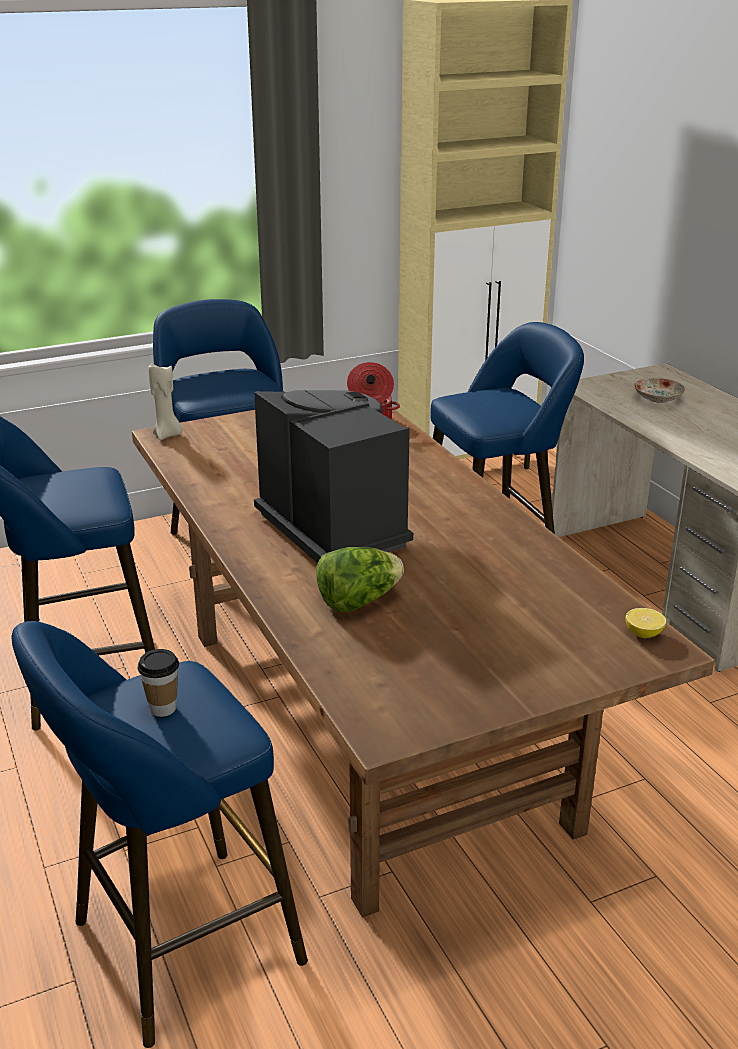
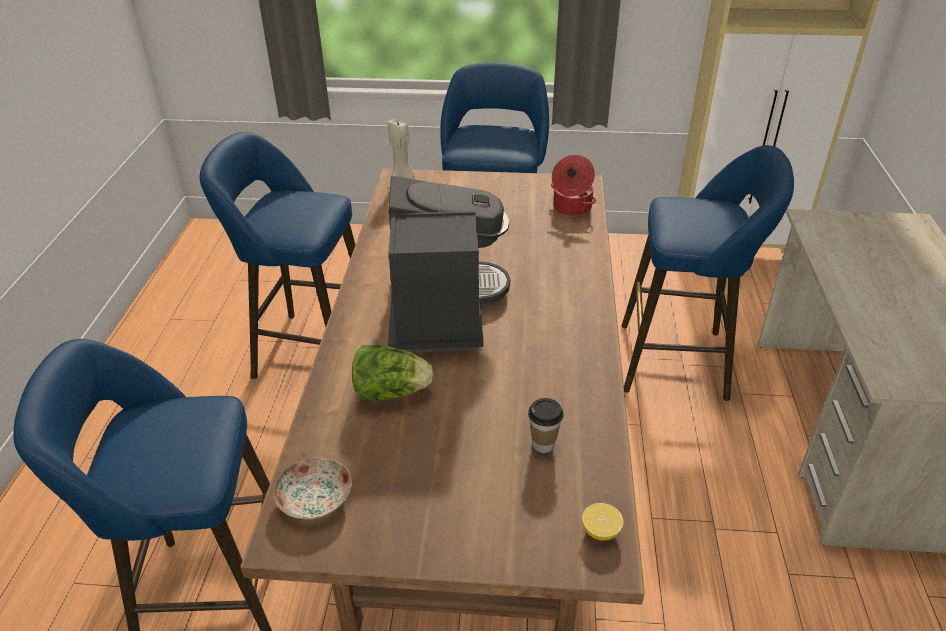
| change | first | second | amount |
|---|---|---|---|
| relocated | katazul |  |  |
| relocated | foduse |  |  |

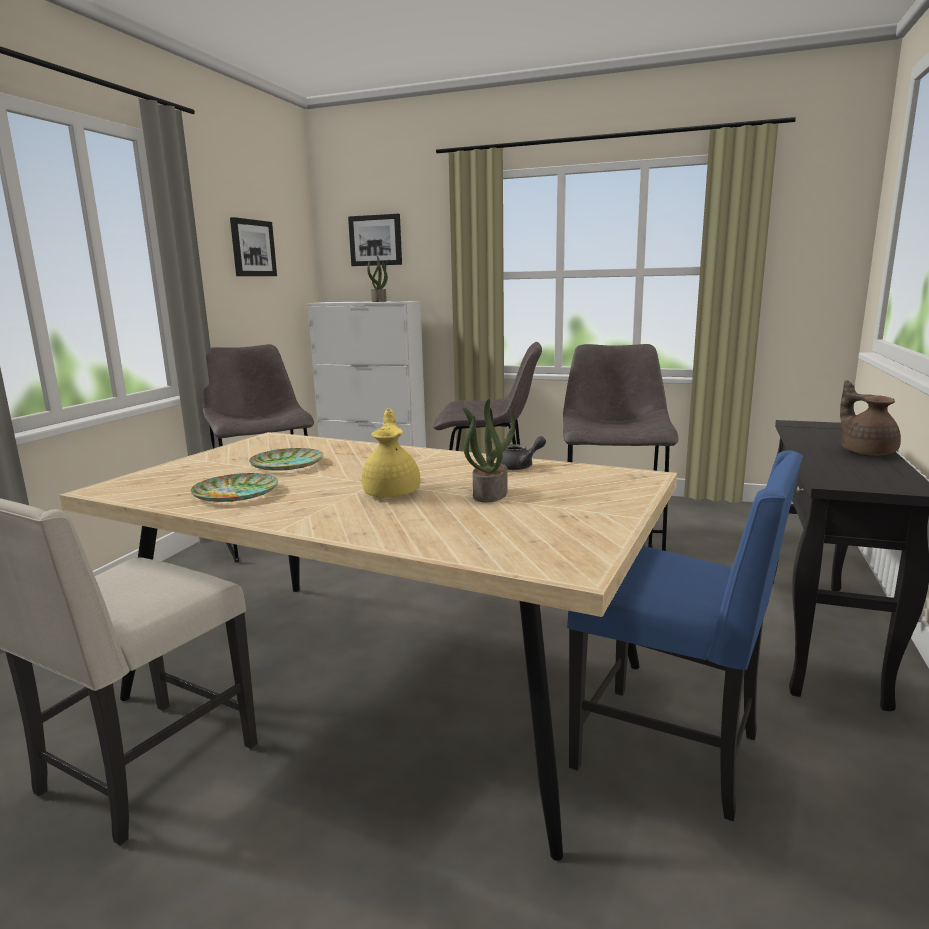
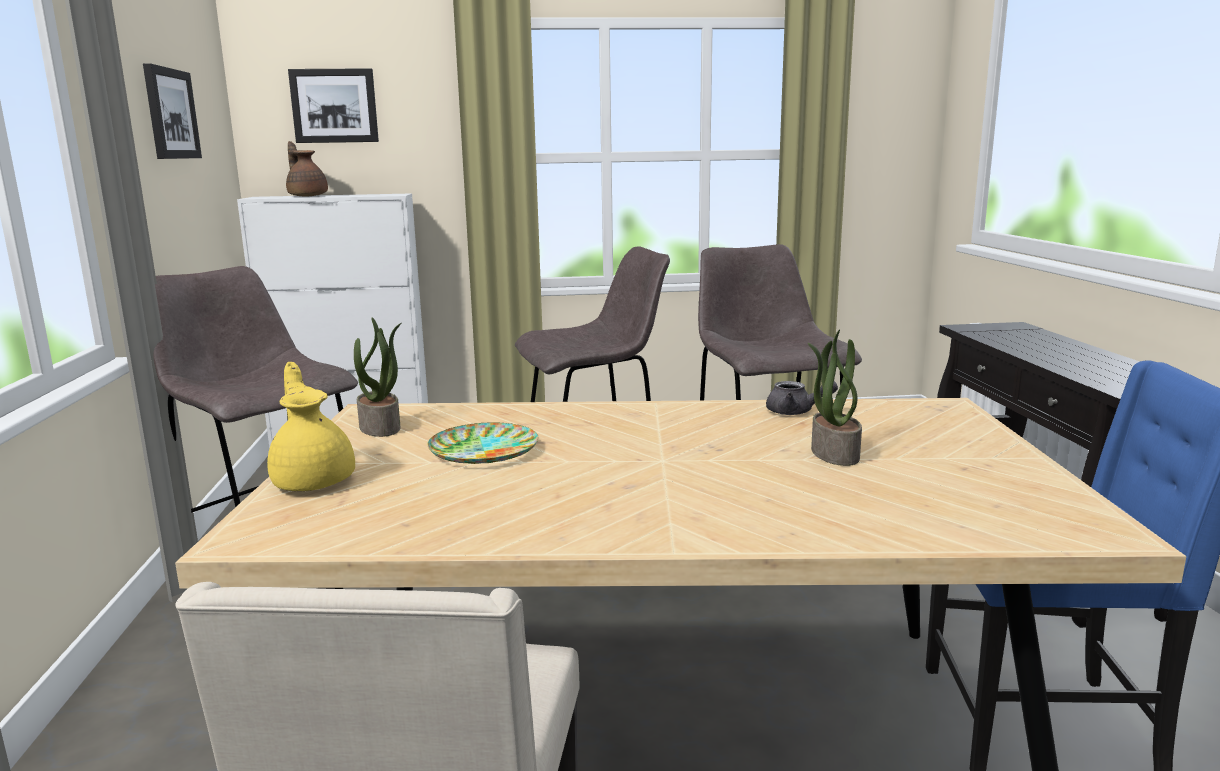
| change | first | second | amount |
|---|---|---|---|
| relocated | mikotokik (no. 1 from left) |  |  |
| relocated | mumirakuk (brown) |  |  |
| relocated | mumirakuk (yellow) |  |  |
| spun | mumirakuk (grey) |  | 75 degrees clockwise |
| missing | katazul (no. 1 from left) |  |  |

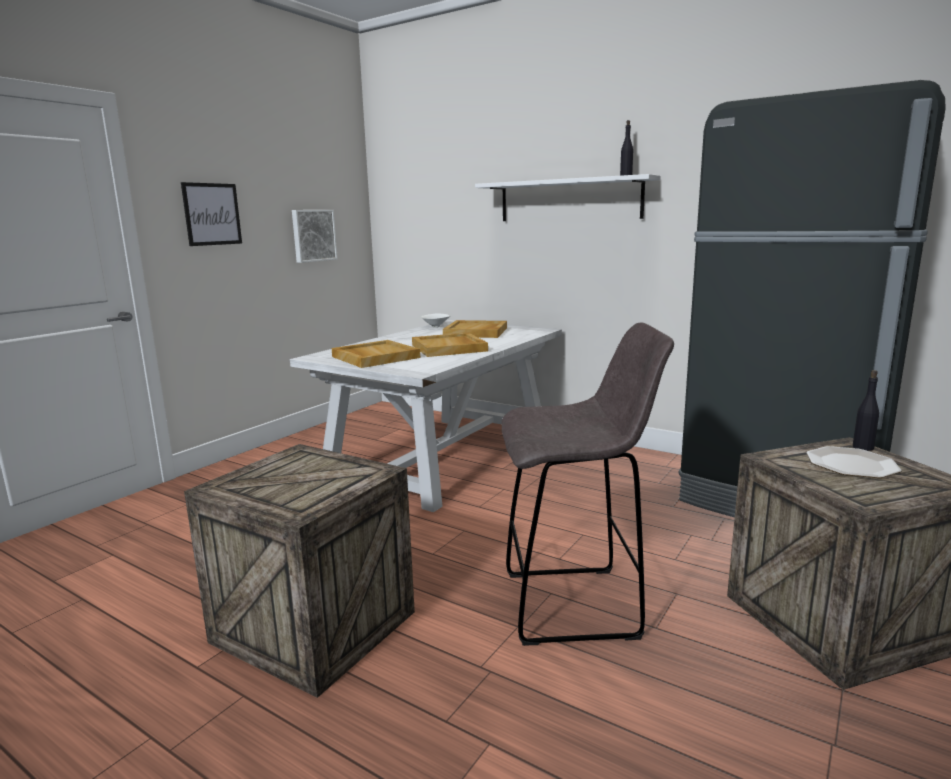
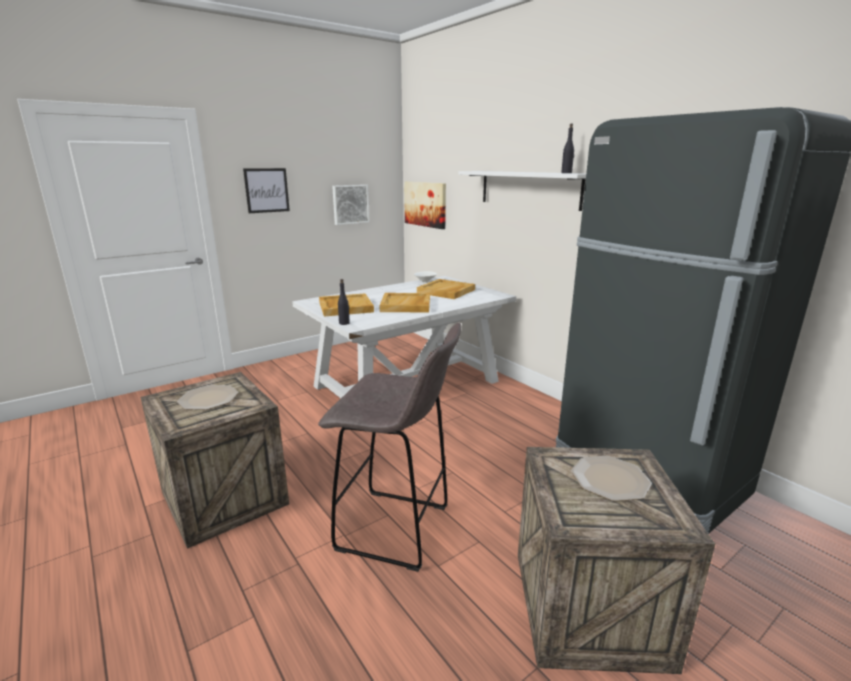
| change | first | second | amount |
|---|---|---|---|
| relocated | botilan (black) (no. 2 from left in the first image) | botilan (black) (no. 1 from left) |  |
| appeared |  | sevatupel (no. 3 from left) |  |
| appeared |  | katazul (no. 1 from left) |  |

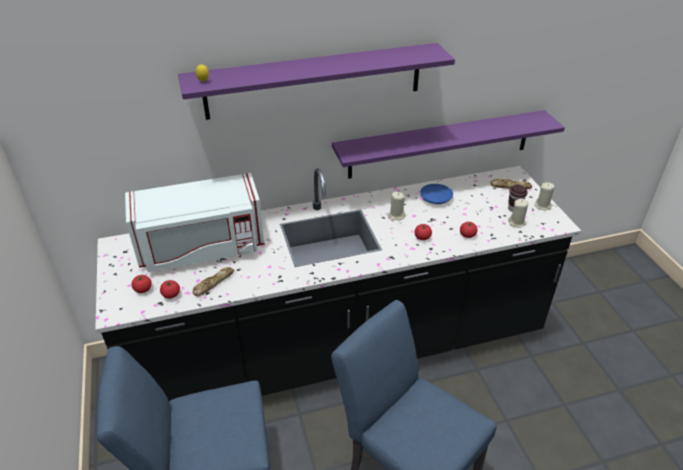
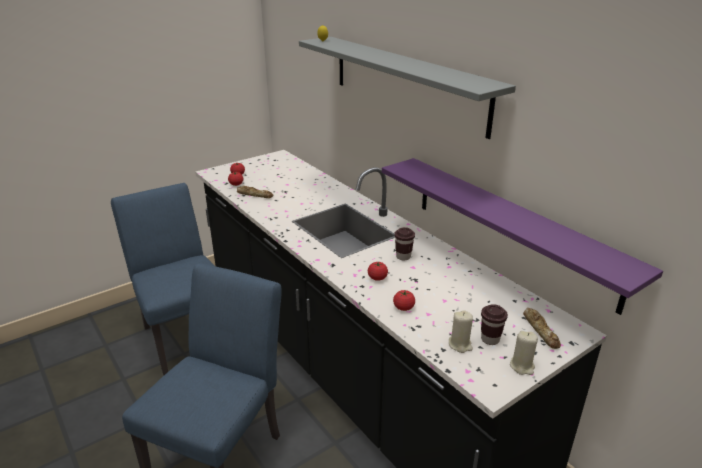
| change | first | second | amount |
|---|---|---|---|
| colour | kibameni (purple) (no. 1 from left) | kibameni (grey) |  |
| missing | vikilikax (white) |  |  |
| missing | katazul (blue) |  |  |
| exchanged | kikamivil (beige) (no. 1 from left) | foduse (brown) (no. 1 from left) |  |

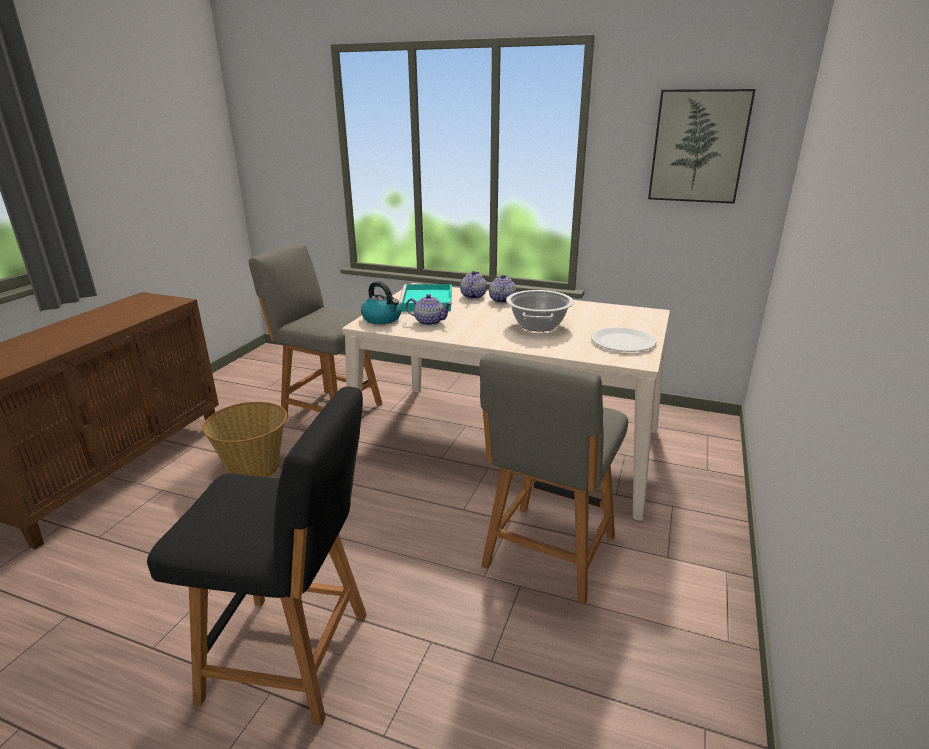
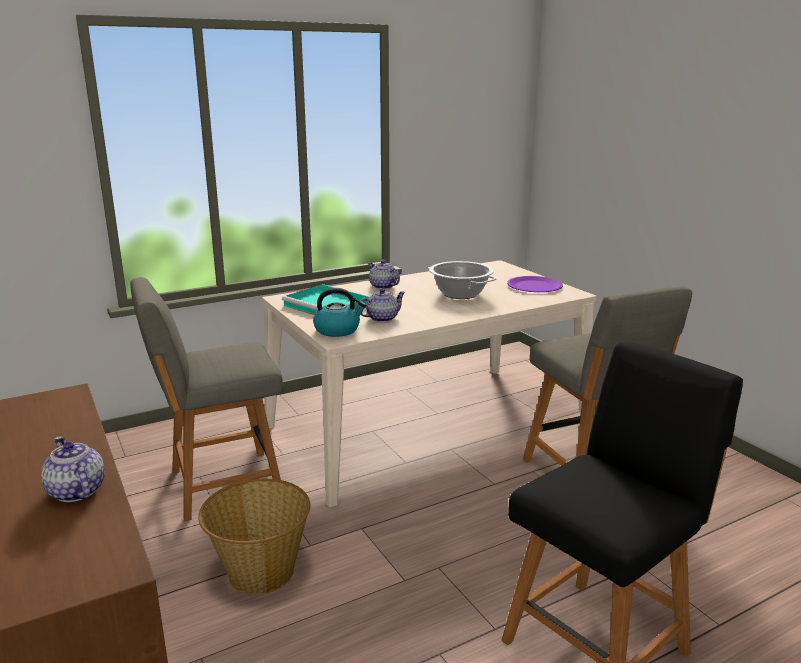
| change | first | second | amount |
|---|---|---|---|
| missing | sevatupel |  |  |
| relocated | mumirakuk (no. 2 from left in the first image) | mumirakuk (no. 1 from left) |  |
| colour | katazul (white) | katazul (purple) |  |

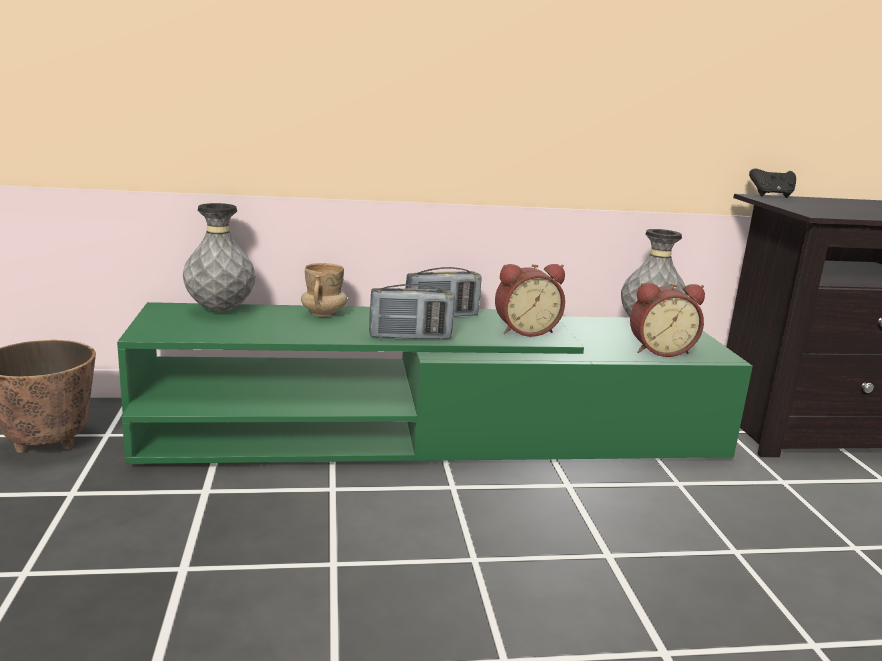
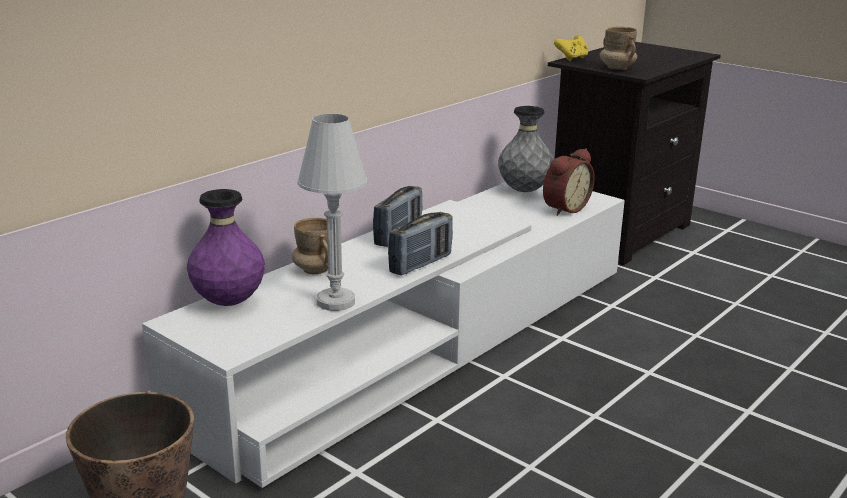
| change | first | second | amount |
|---|---|---|---|
| colour | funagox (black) | funagox (yellow) |  |
| colour | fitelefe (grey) (no. 1 from left) | fitelefe (purple) |  |
| missing | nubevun (no. 1 from left) |  |  |
| colour | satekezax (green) | satekezax (white) |  |
| appeared |  | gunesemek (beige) (no. 2 from left) |  |
| appeared |  | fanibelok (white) |  |

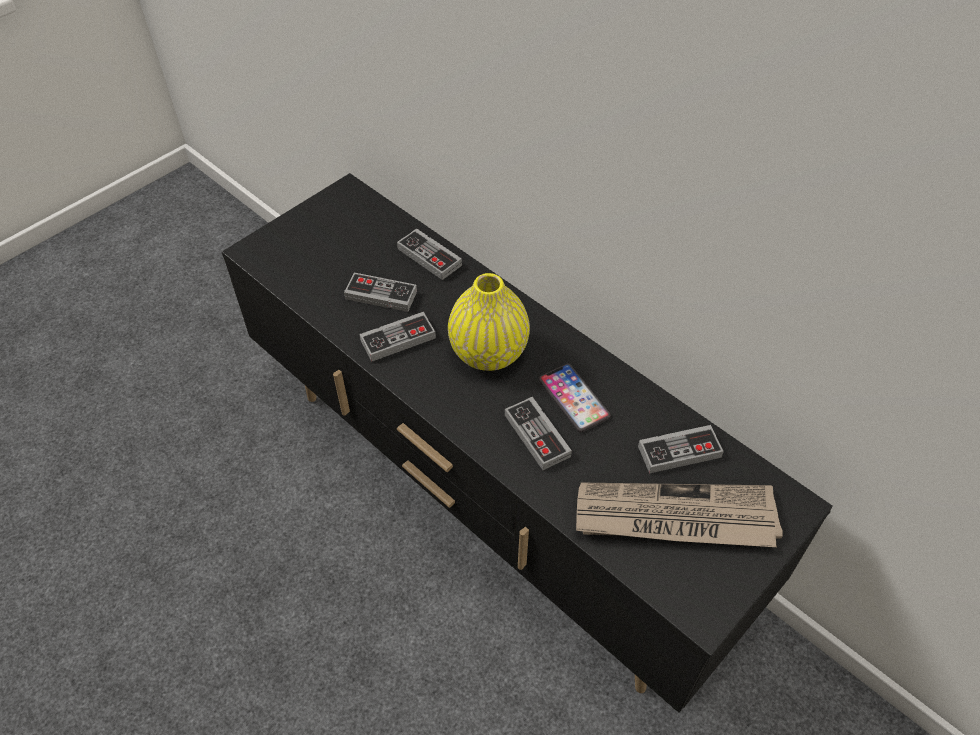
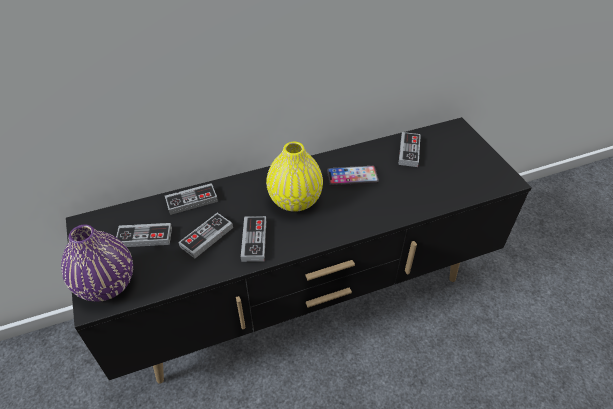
| change | first | second | amount |
|---|---|---|---|
| relocated | funagox (no. 4 from left in the first image) | funagox (no. 1 from left) |  |
| missing | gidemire |  |  |
| appeared |  | fitelefe (purple) |  |

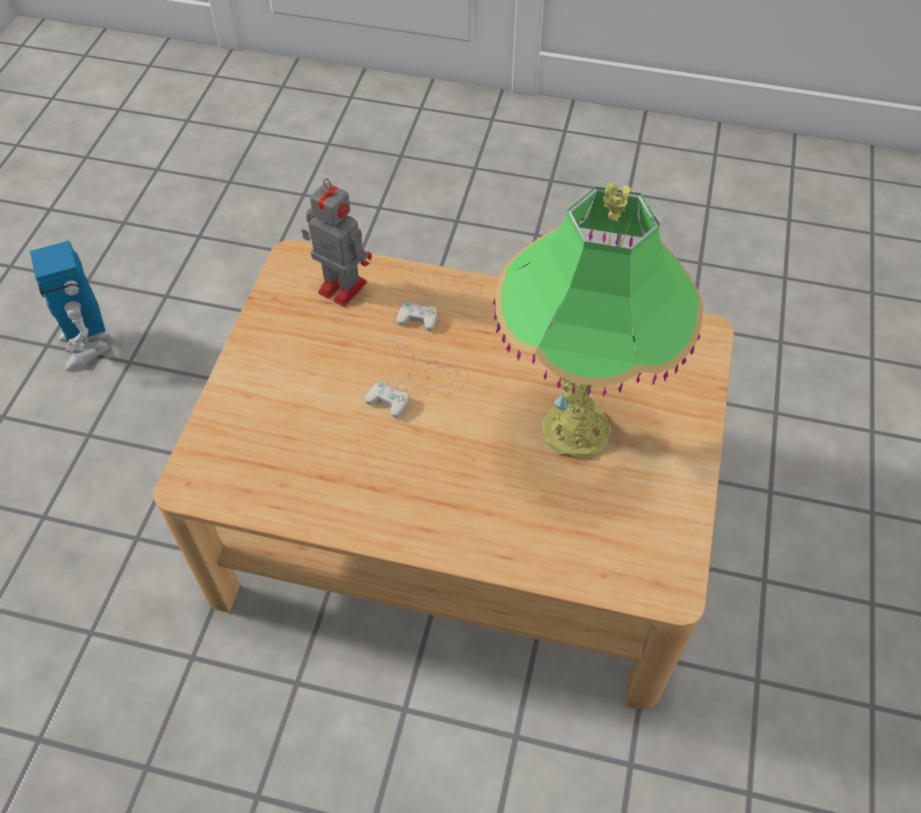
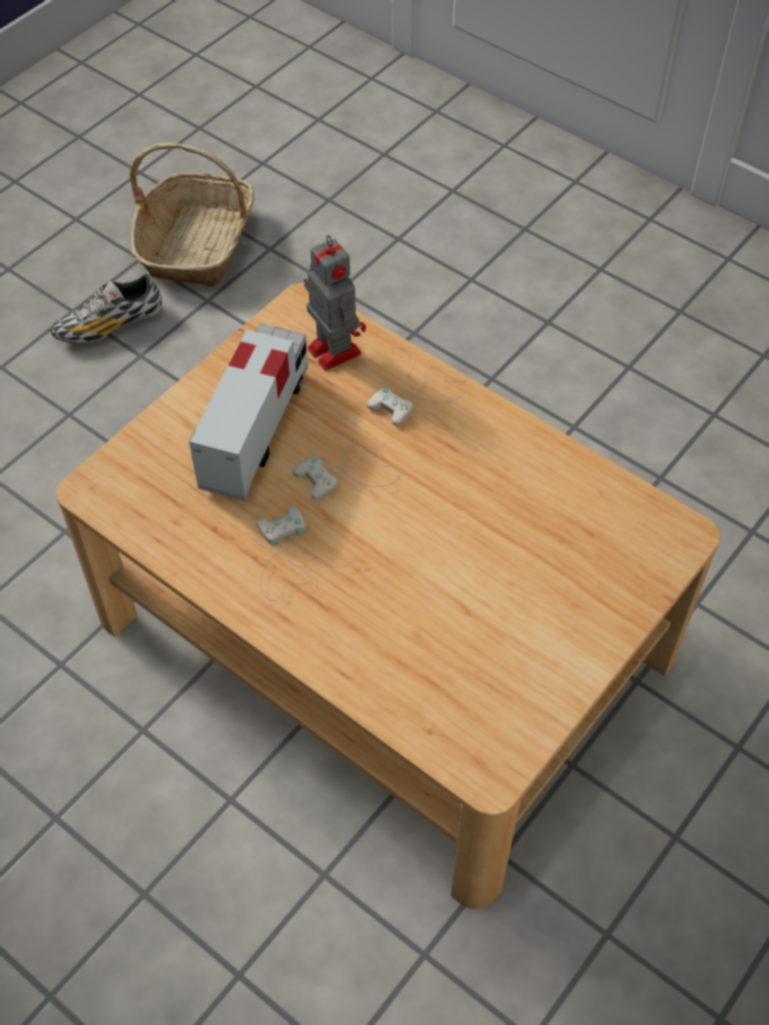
| change | first | second | amount |
|---|---|---|---|
| missing | fanibelok |  |  |
| exchanged | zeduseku (no. 1 from left) | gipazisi |  |
| appeared |  | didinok |  |
| appeared |  | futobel |  |
| appeared |  | funagox (white) (no. 1 from left) |  |

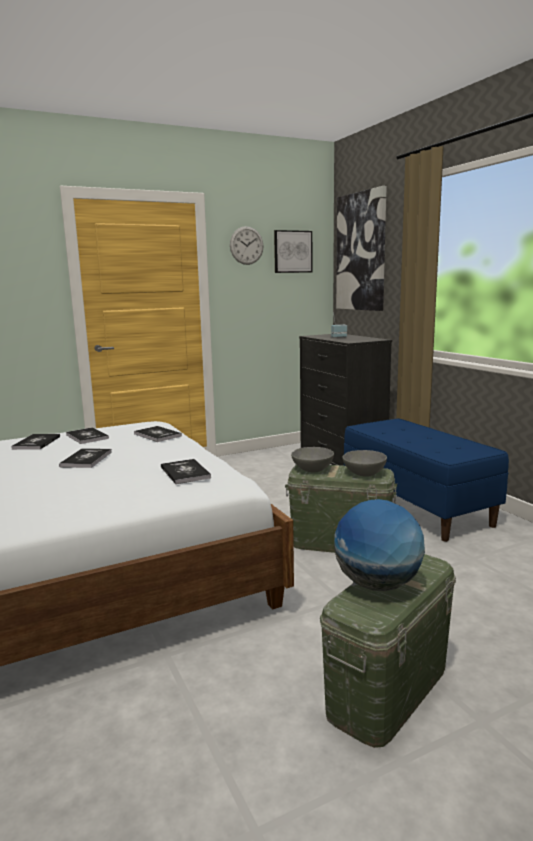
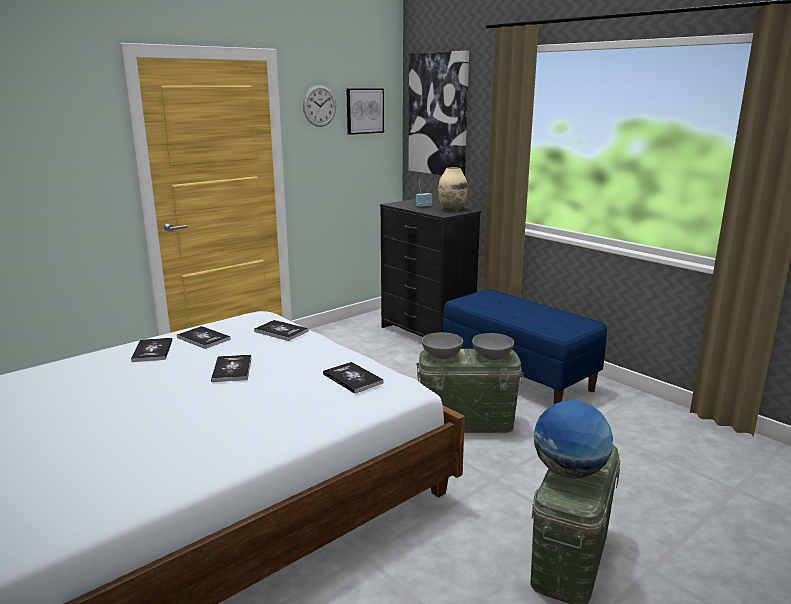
| change | first | second | amount |
|---|---|---|---|
| appeared |  | fitelefe (beige) |  |

